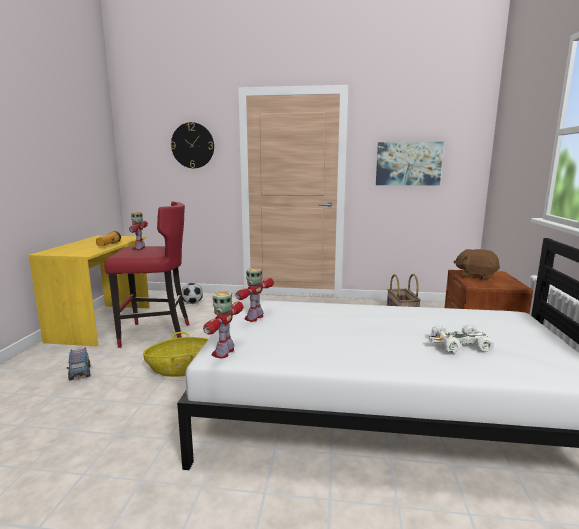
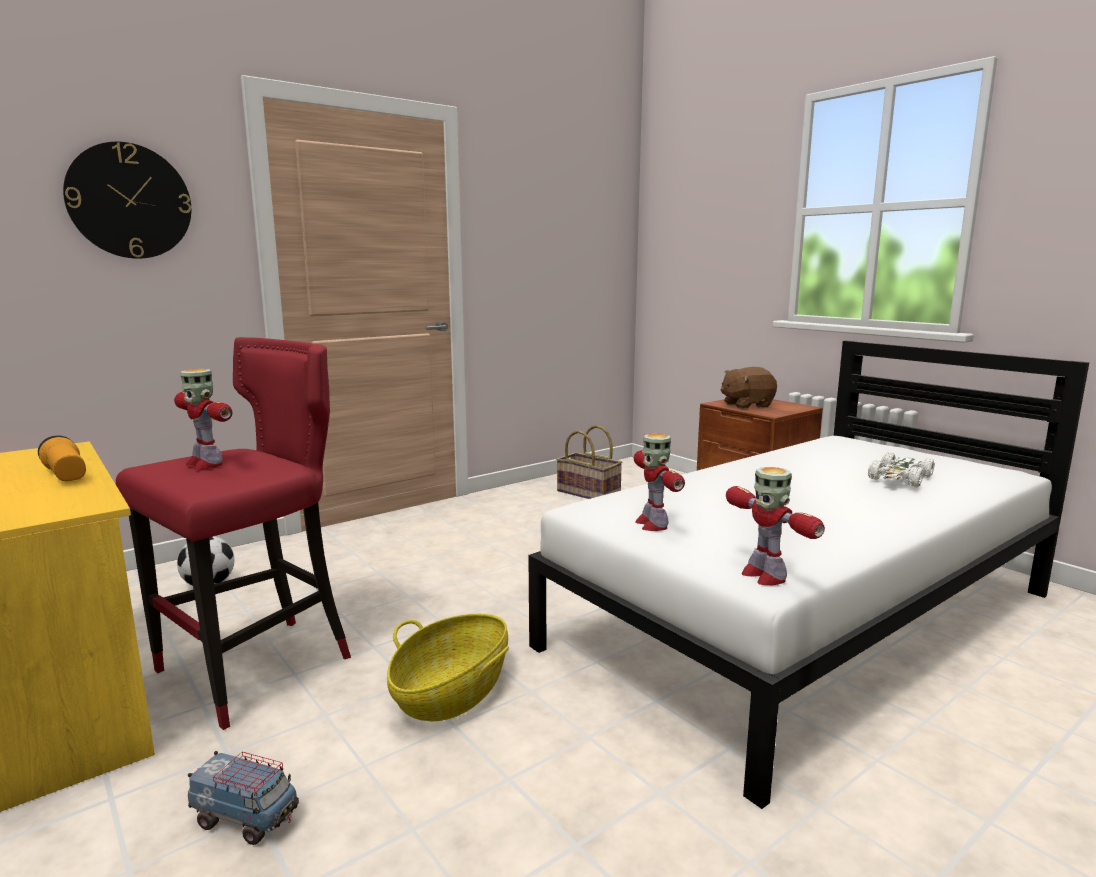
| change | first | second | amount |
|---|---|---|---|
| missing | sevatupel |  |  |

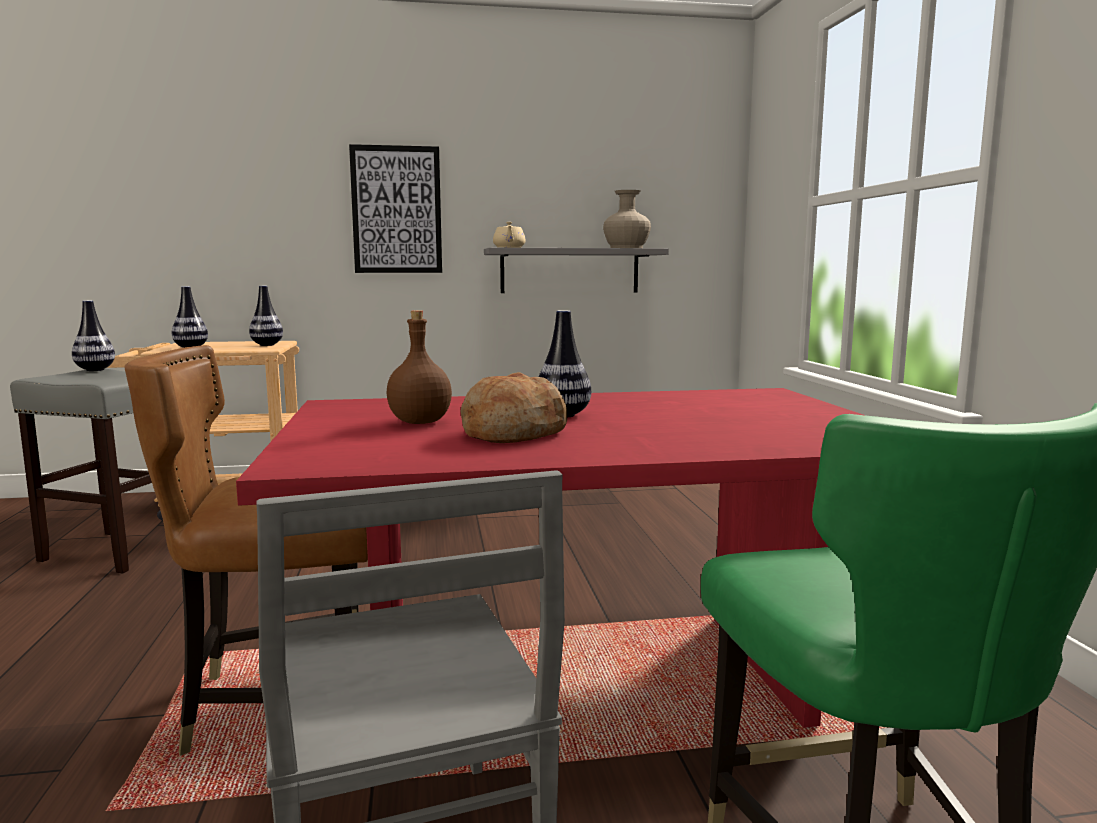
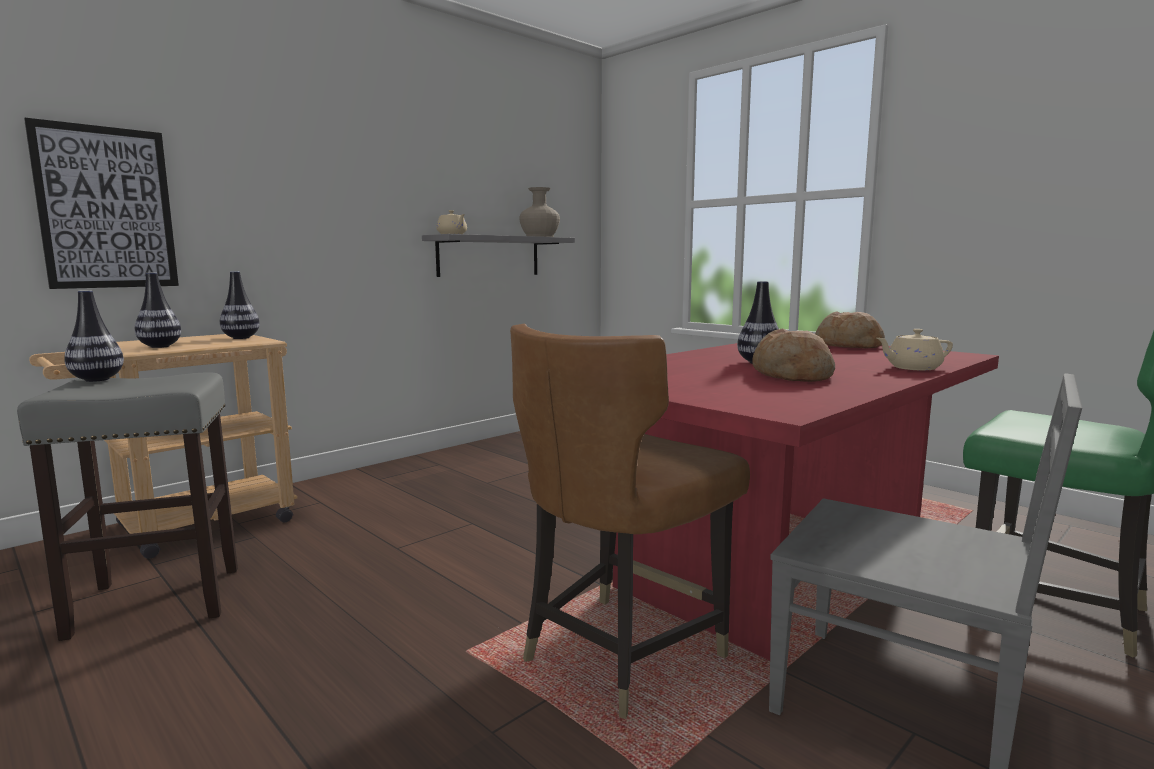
| change | first | second | amount |
|---|---|---|---|
| relocated | sevatupel |  |  |
| missing | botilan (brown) |  |  |
| appeared |  | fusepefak (no. 2 from left) |  |
| appeared |  | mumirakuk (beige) (no. 2 from left) |  |

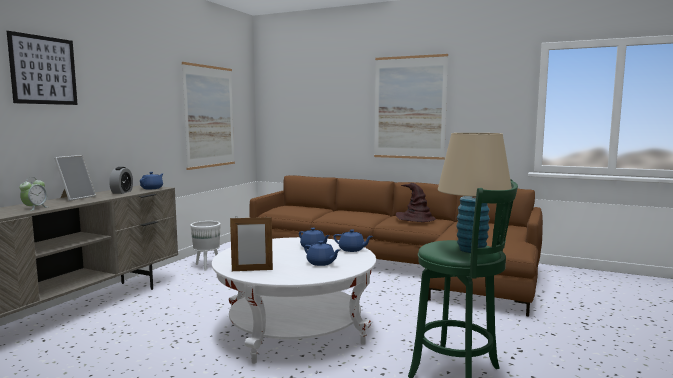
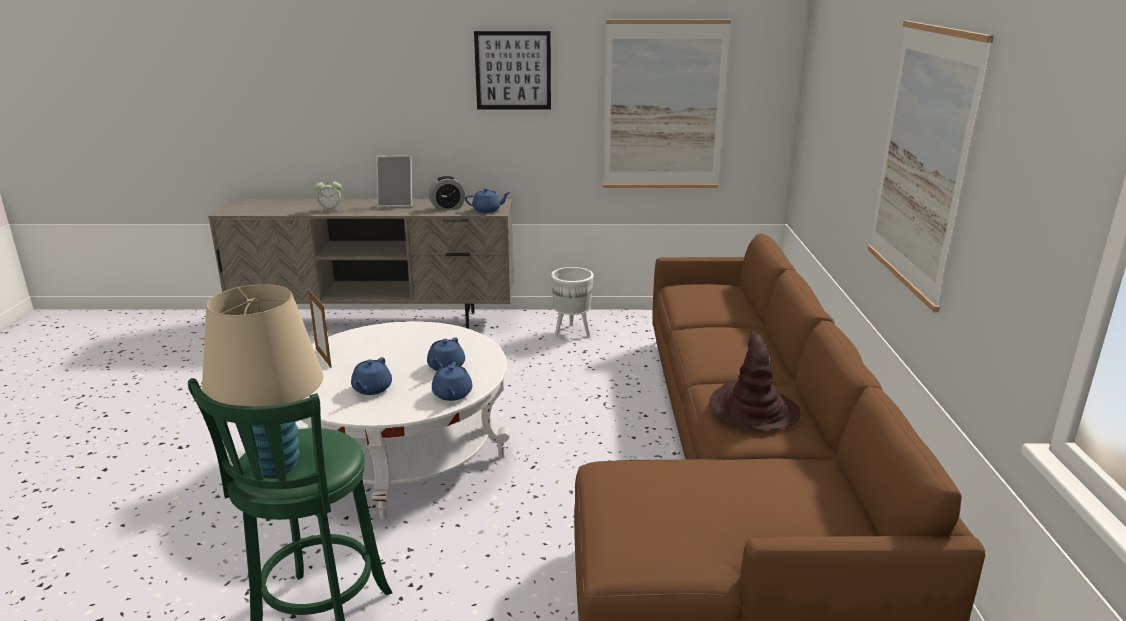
| change | first | second | amount |
|---|---|---|---|
| relocated | sevatupel (no. 1 from left) |  |  |

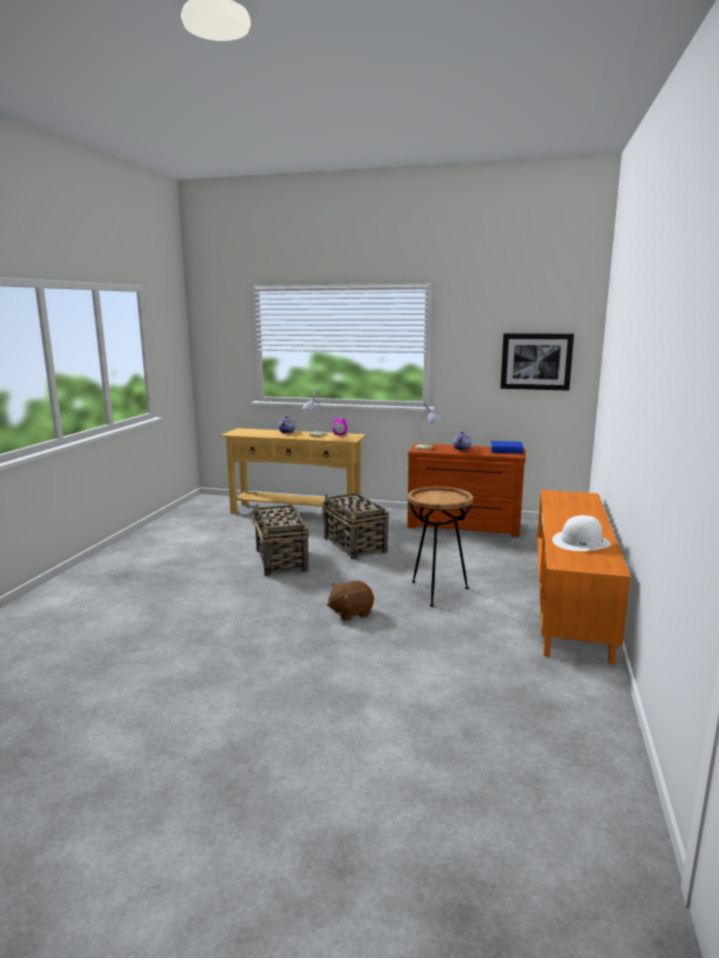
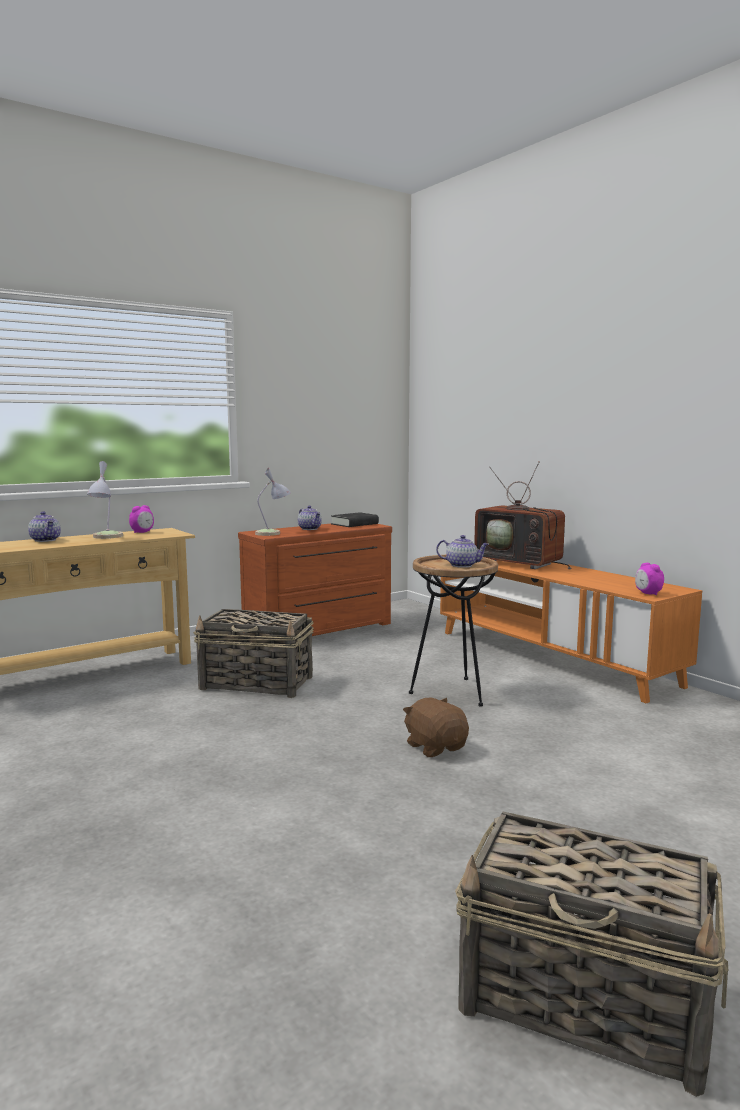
| change | first | second | amount |
|---|---|---|---|
| missing | sevatupel |  |  |
| colour | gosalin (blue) | gosalin (black) |  |
| relocated | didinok (no. 1 from left in the first image) | didinok (no. 2 from left) |  |
| missing | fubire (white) |  |  |
| spun | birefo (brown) |  | 135 degrees clockwise |
| appeared |  | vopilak |  |
| appeared |  | mumirakuk (no. 3 from left) |  |
| appeared |  | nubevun (no. 2 from left) |  |

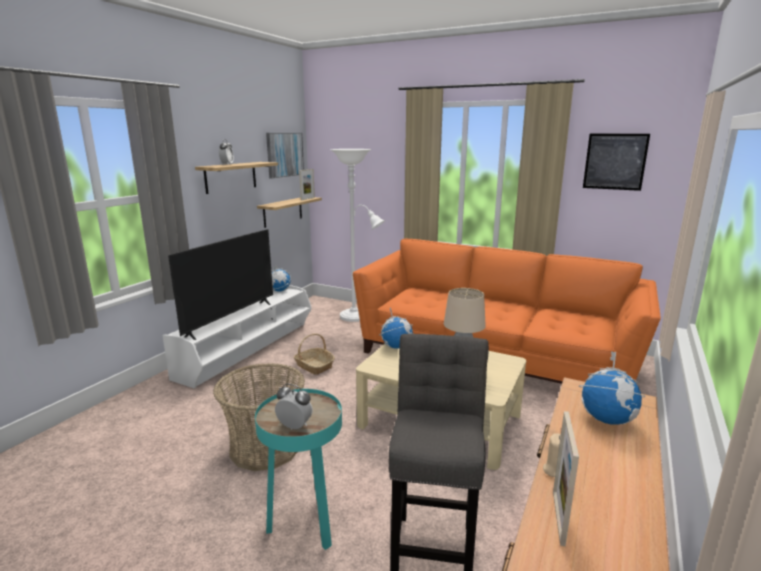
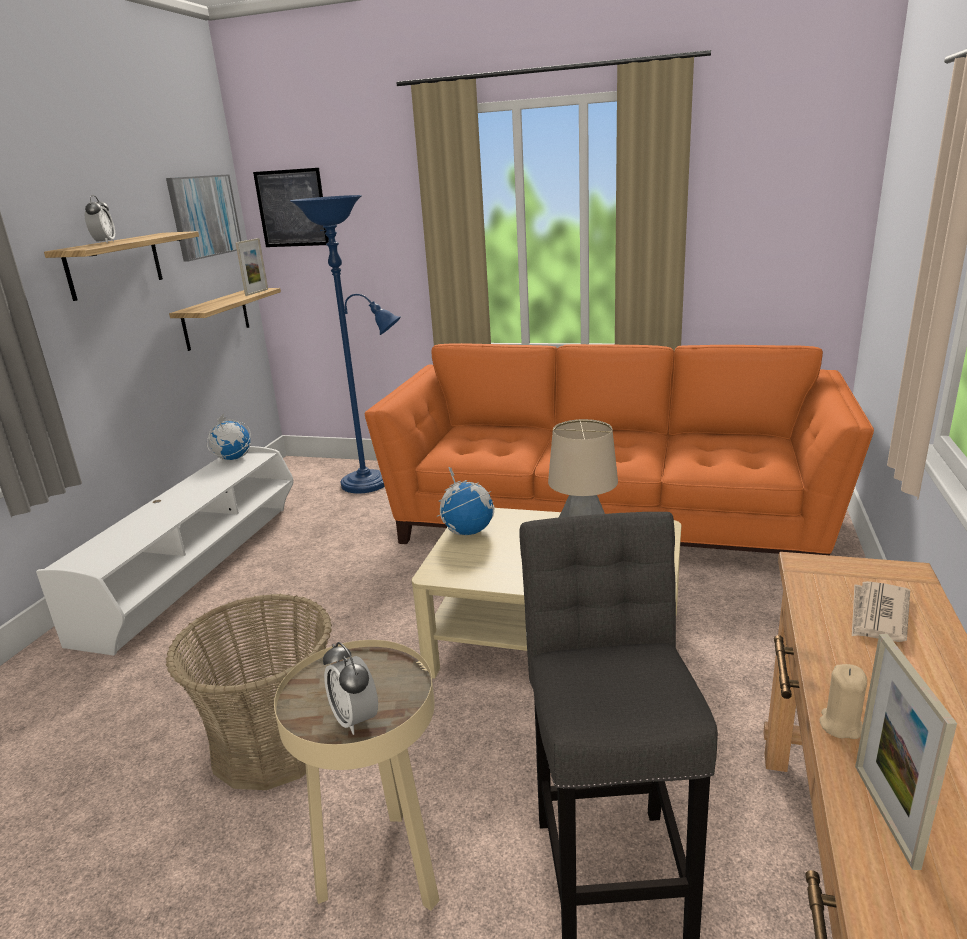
| change | first | second | amount |
|---|---|---|---|
| relocated | sevatupel (no. 2 from left) |  |  |
| colour | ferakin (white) | ferakin (blue) |  |
| missing | vopilak |  |  |
| missing | didinok (no. 2 from left) |  |  |
| exchanged | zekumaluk (no. 3 from left) | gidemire |  |
| spun | nubevun (no. 2 from left) |  | 135 degrees counterclockwise |
| colour | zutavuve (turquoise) | zutavuve (beige) |  |

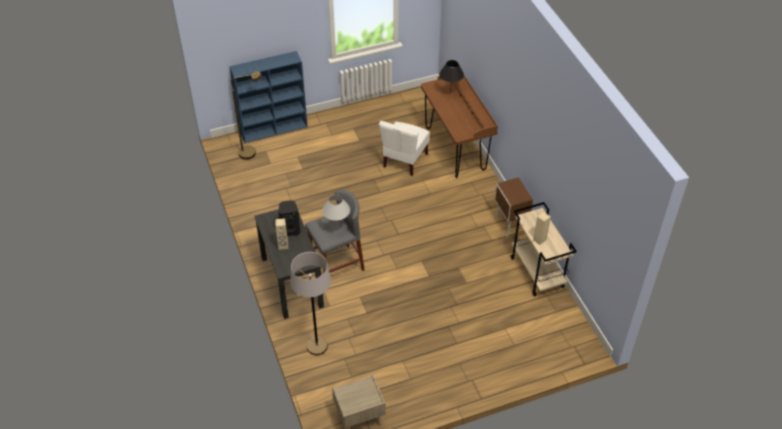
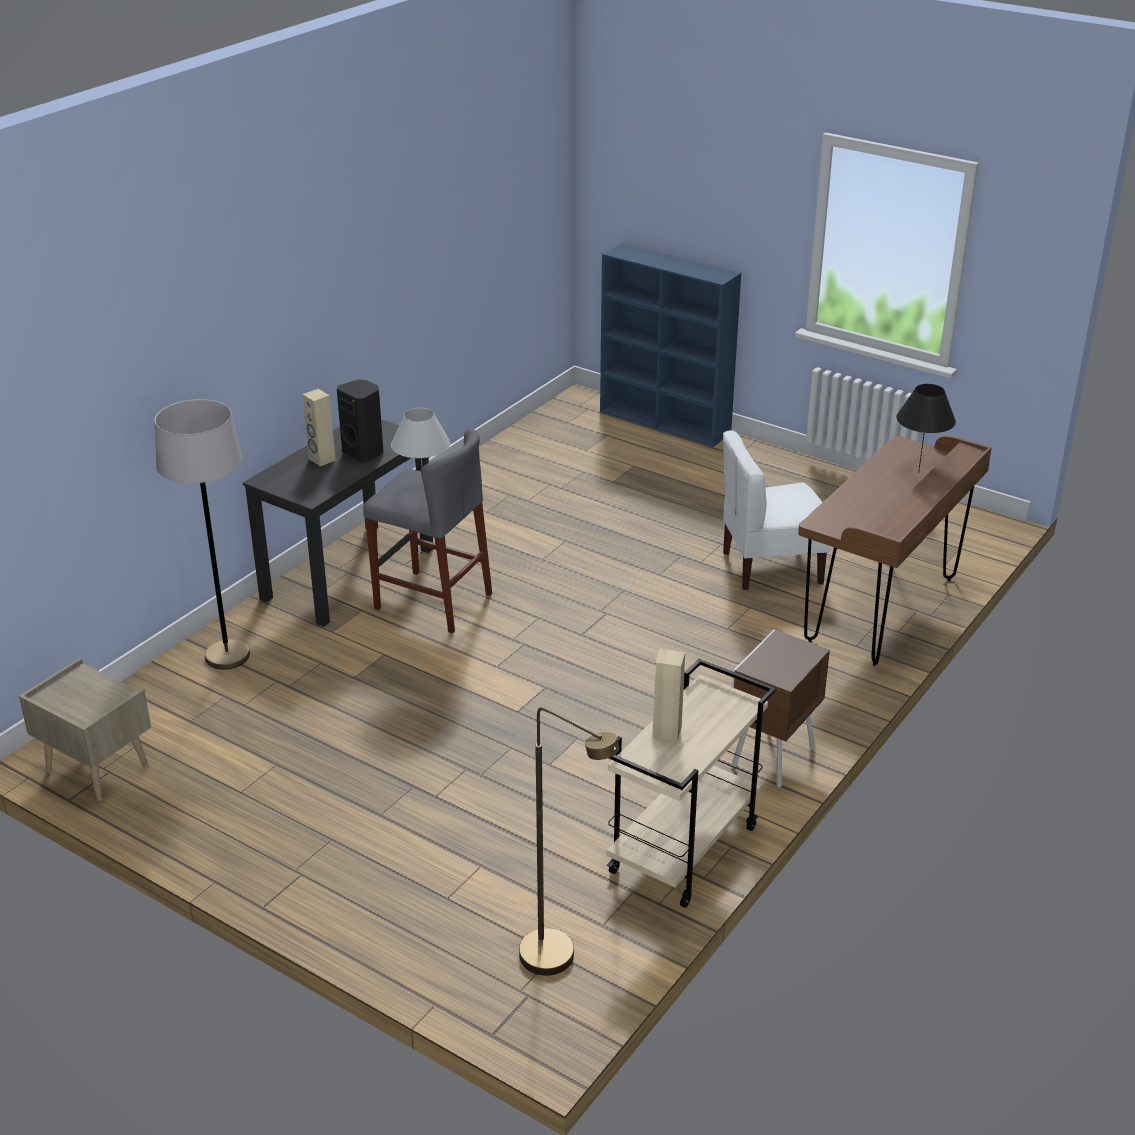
| change | first | second | amount |
|---|---|---|---|
| relocated | ferakin (brown) |  |  |

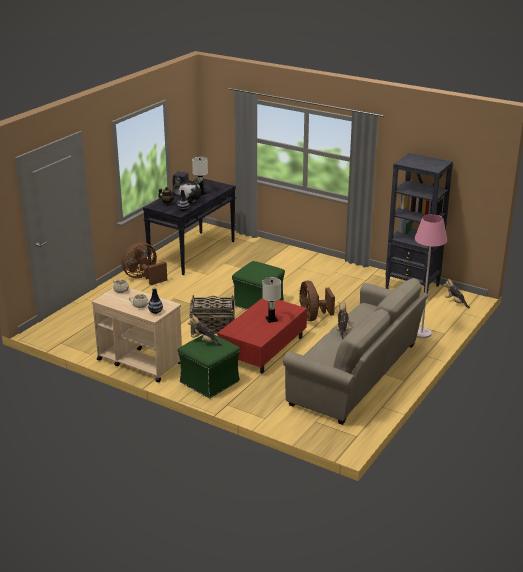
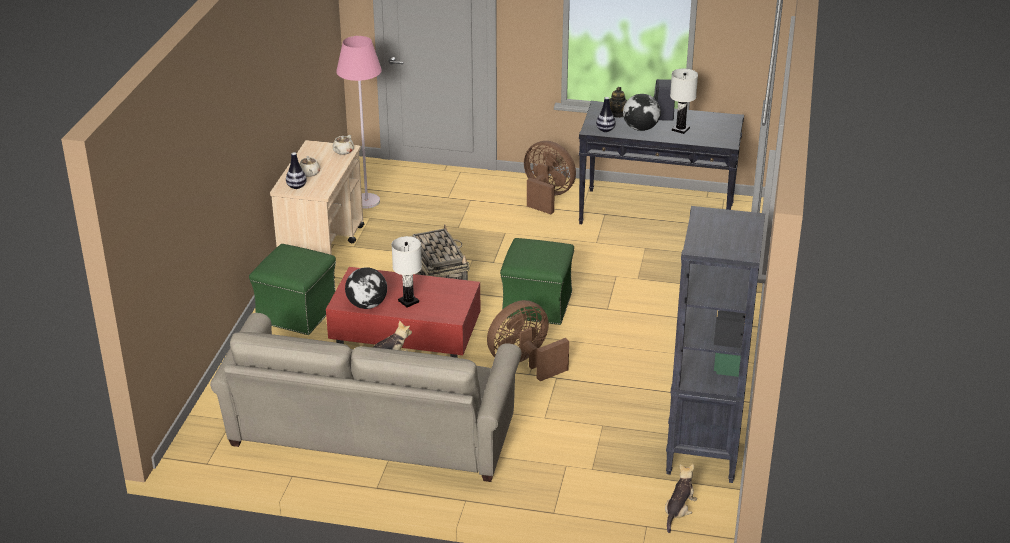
| change | first | second | amount |
|---|---|---|---|
| relocated | ferakin (pink) |  |  |
| missing | birefo (no. 1 from left) |  |  |
| appeared |  | zekumaluk (no. 1 from left) |  |

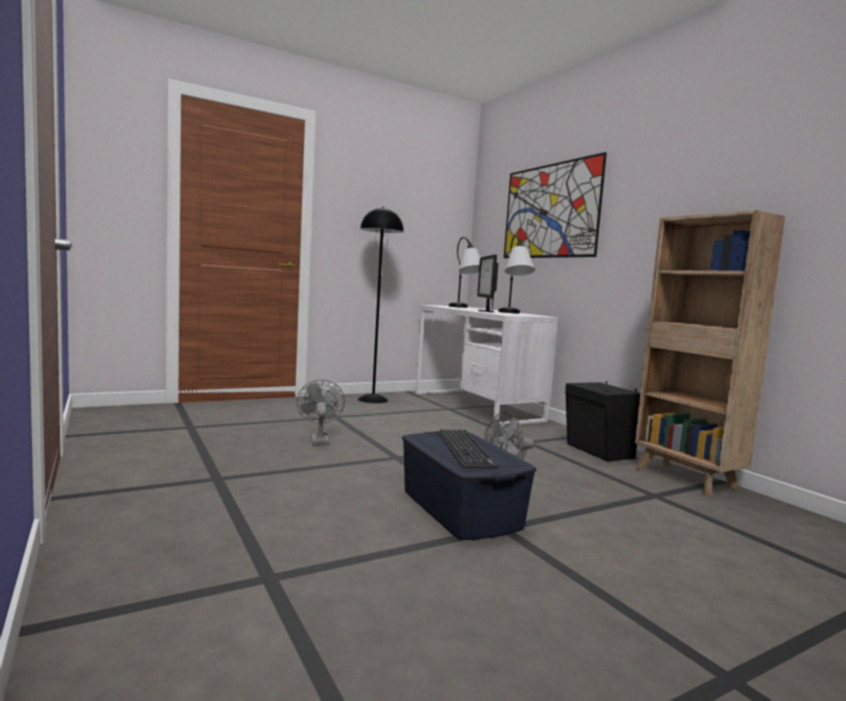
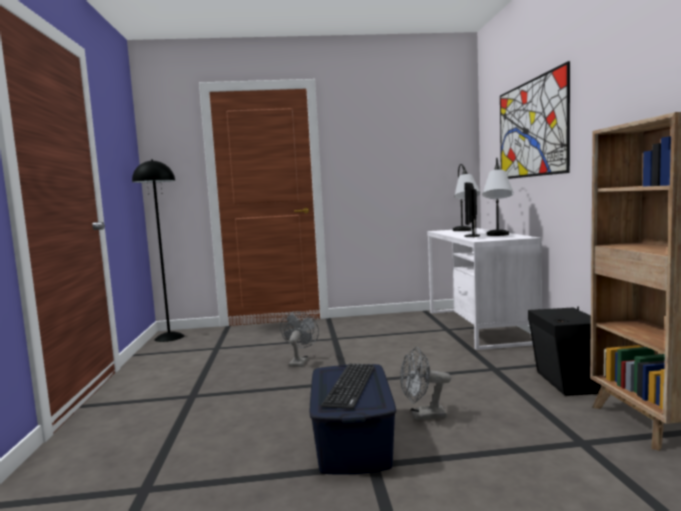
| change | first | second | amount |
|---|---|---|---|
| relocated | ferakin (black) |  |  |

